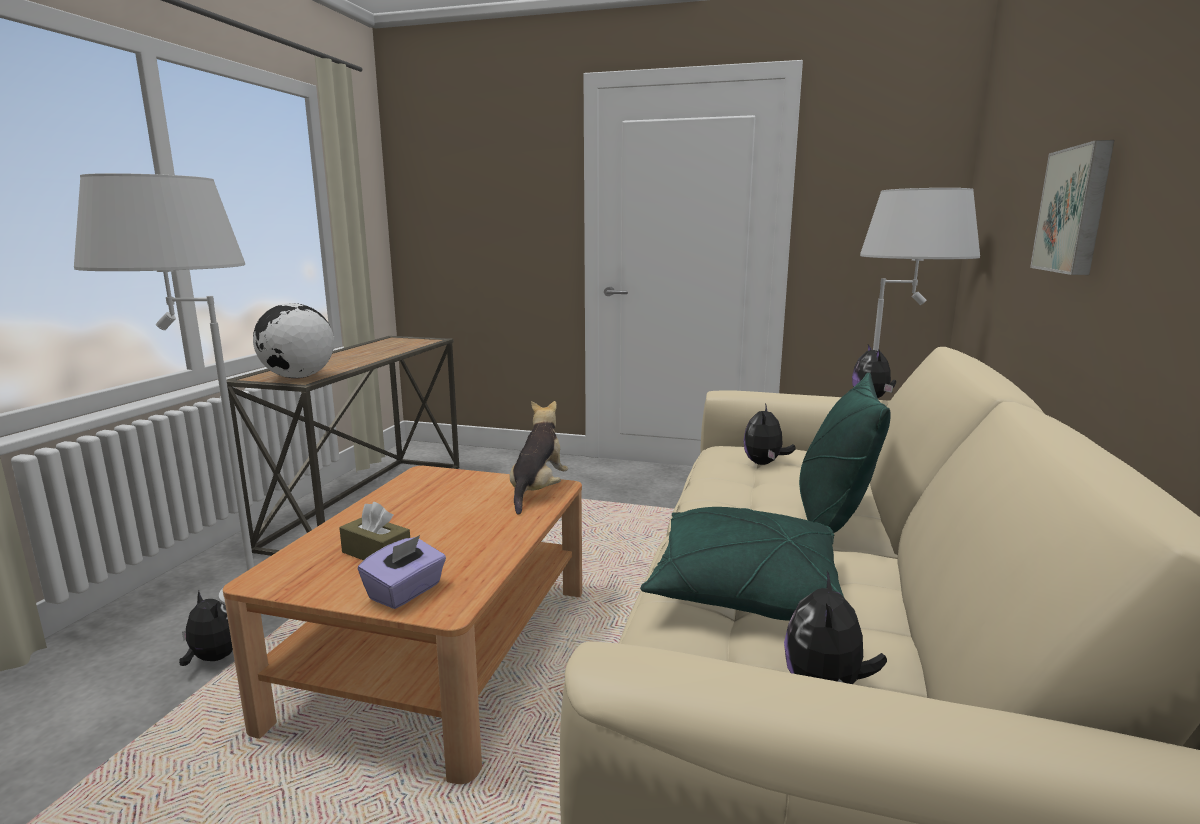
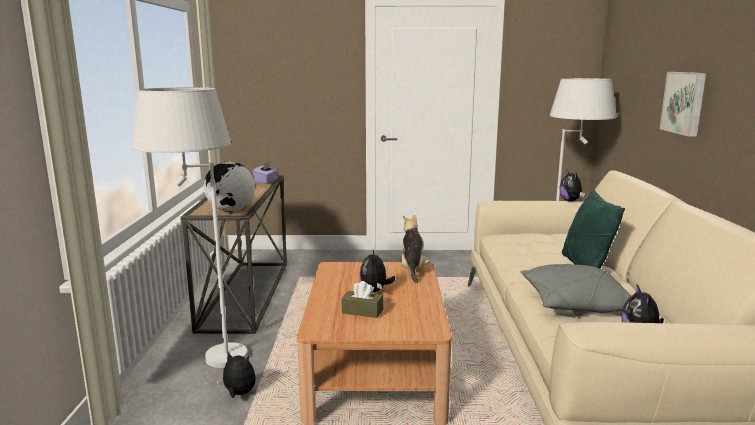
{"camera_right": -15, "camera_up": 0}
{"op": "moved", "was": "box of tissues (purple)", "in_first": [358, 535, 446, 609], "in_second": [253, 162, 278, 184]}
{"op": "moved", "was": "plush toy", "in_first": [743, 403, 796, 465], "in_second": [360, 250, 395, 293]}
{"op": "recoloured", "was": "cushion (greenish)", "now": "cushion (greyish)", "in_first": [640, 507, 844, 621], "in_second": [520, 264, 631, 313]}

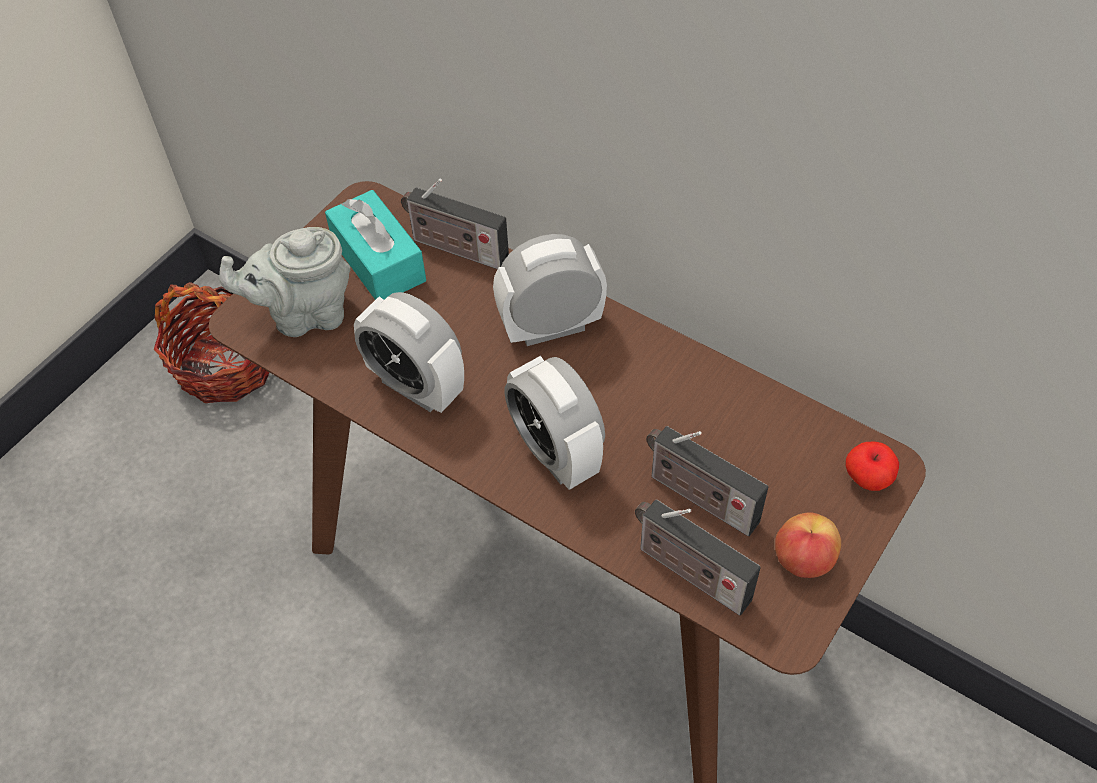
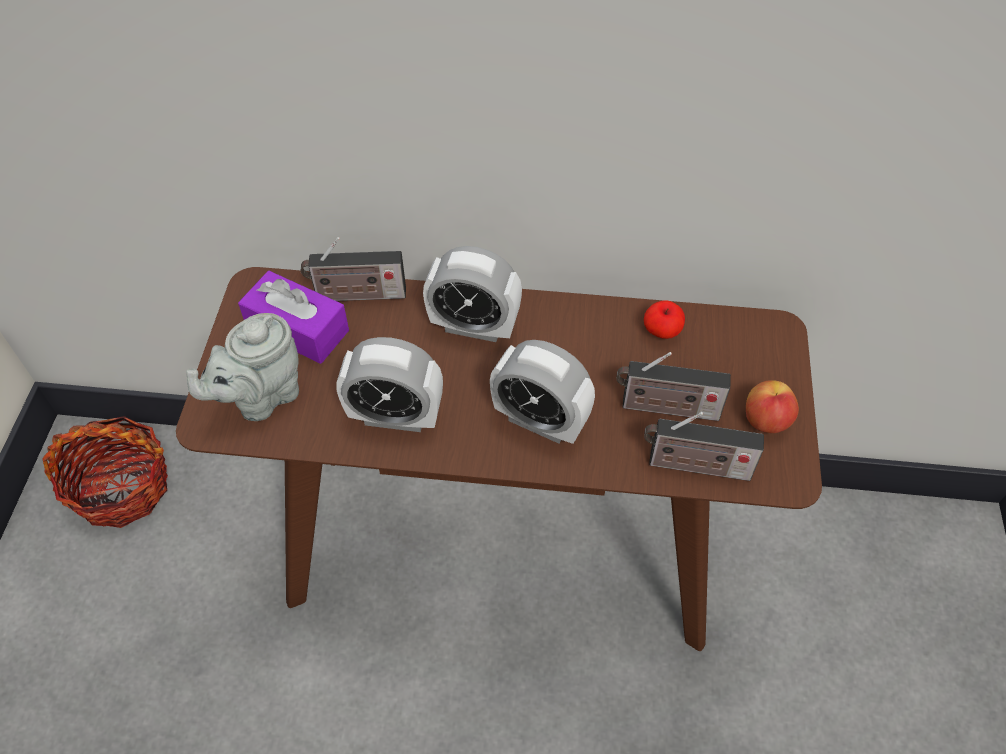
{"camera_right": -30, "camera_up": 0}
{"op": "recoloured", "was": "box of tissues (turquoise)", "now": "box of tissues (purple)", "in_first": [325, 190, 426, 300], "in_second": [238, 271, 349, 364]}
{"op": "turned", "was": "alarm clock", "in_first": [493, 234, 607, 346], "in_second": [423, 246, 522, 342], "clockwise": -120}
{"op": "moved", "was": "apple fruit", "in_first": [846, 441, 899, 491], "in_second": [644, 300, 685, 339]}

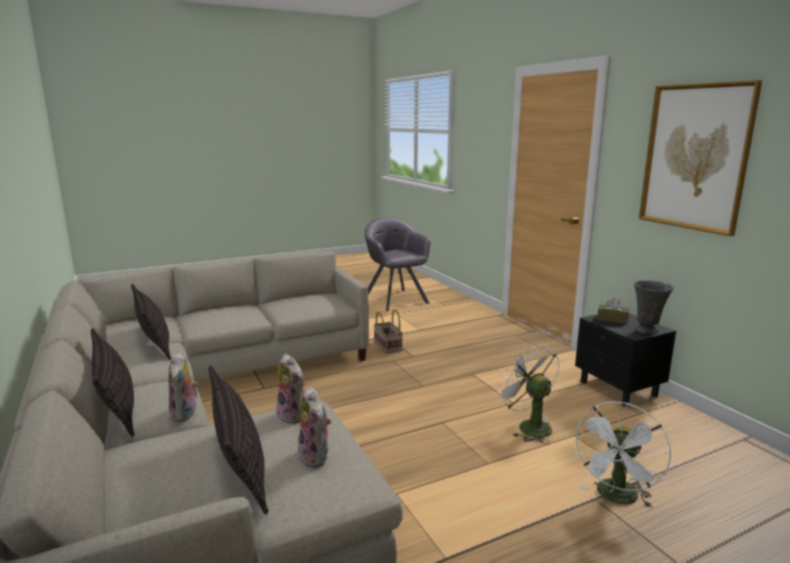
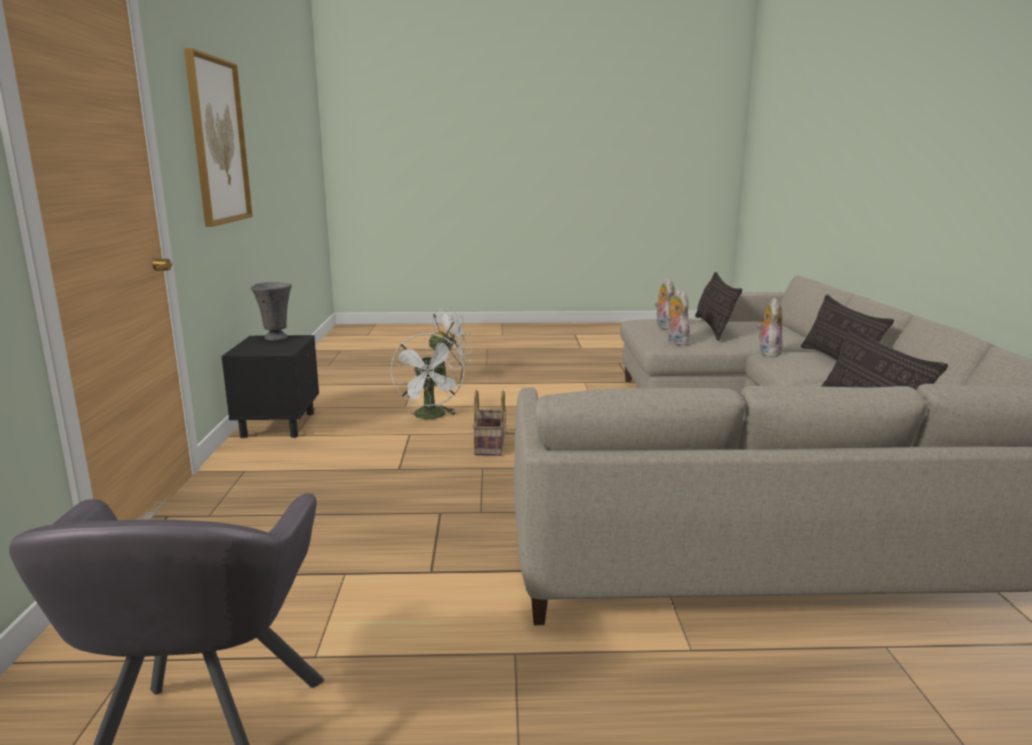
{"camera_right": -155, "camera_up": 0}
{"op": "moved", "was": "basket", "in_first": [374, 309, 403, 354], "in_second": [473, 390, 505, 456]}
{"op": "removed", "was": "box of tissues (brownish)", "in_first": [597, 297, 629, 324]}

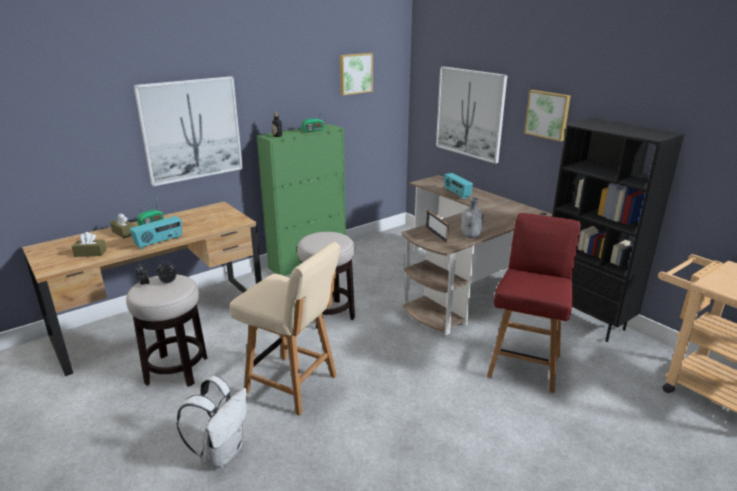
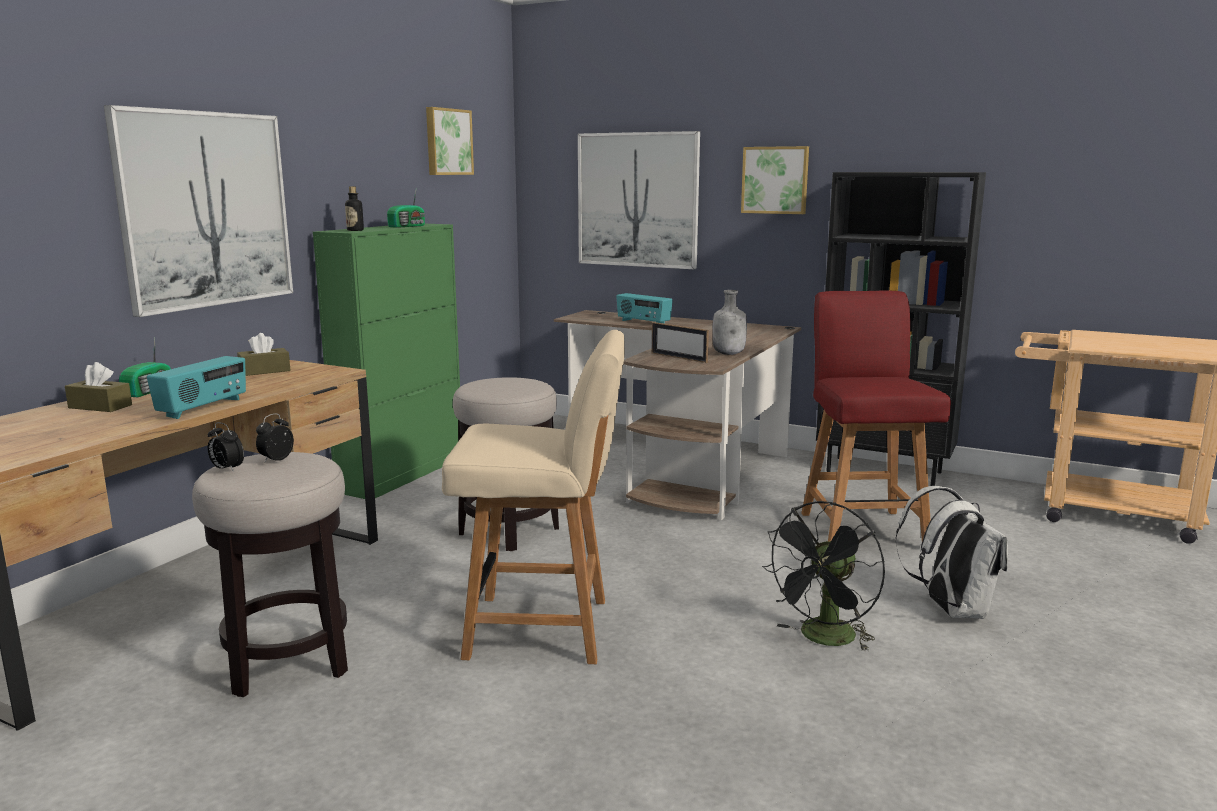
{"camera_right": -25, "camera_up": -10}
{"op": "moved", "was": "box of tissues (brownish)", "in_first": [72, 232, 107, 257], "in_second": [237, 333, 291, 376]}
{"op": "added", "now": "electric fan (black-coloured)", "in_second": [762, 501, 885, 652]}
{"op": "moved", "was": "rucksack (white)", "in_first": [176, 376, 247, 468], "in_second": [895, 486, 1008, 619]}

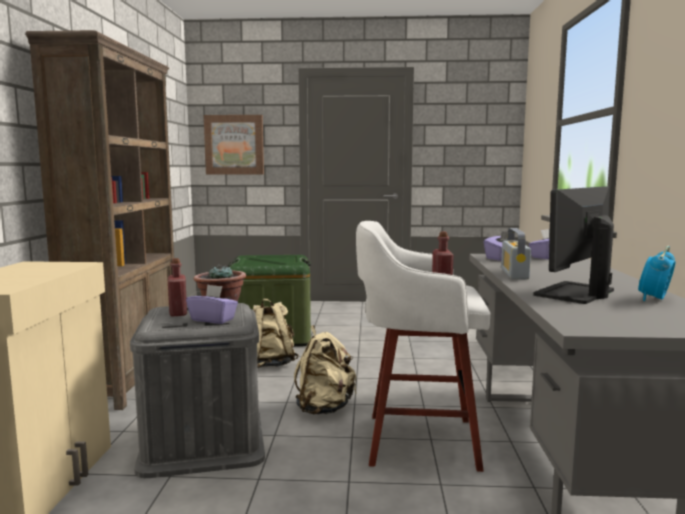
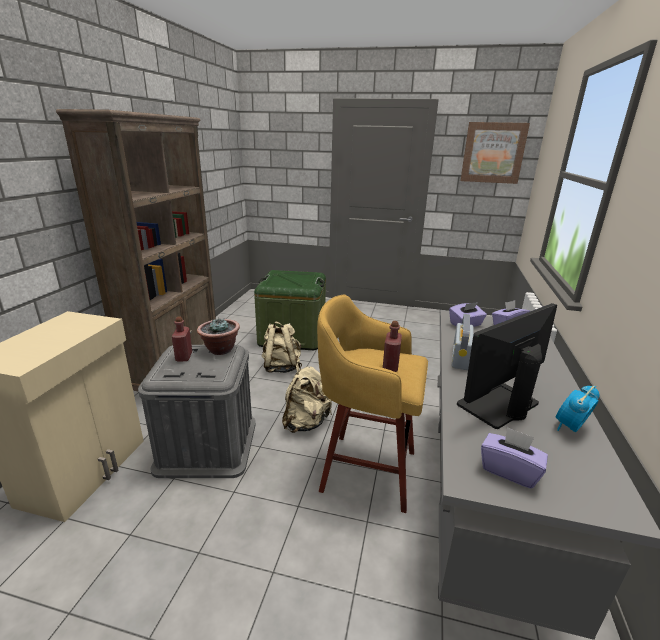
{"camera_right": 10, "camera_up": 15}
{"op": "recoloured", "was": "stool (white)", "now": "stool (yellowish)", "in_first": [356, 221, 490, 472], "in_second": [317, 295, 428, 513]}
{"op": "moved", "was": "wall art", "in_first": [204, 115, 264, 174], "in_second": [460, 122, 530, 184]}
{"op": "moved", "was": "box of tissues (purple)", "in_first": [186, 284, 238, 324], "in_second": [481, 427, 548, 489]}

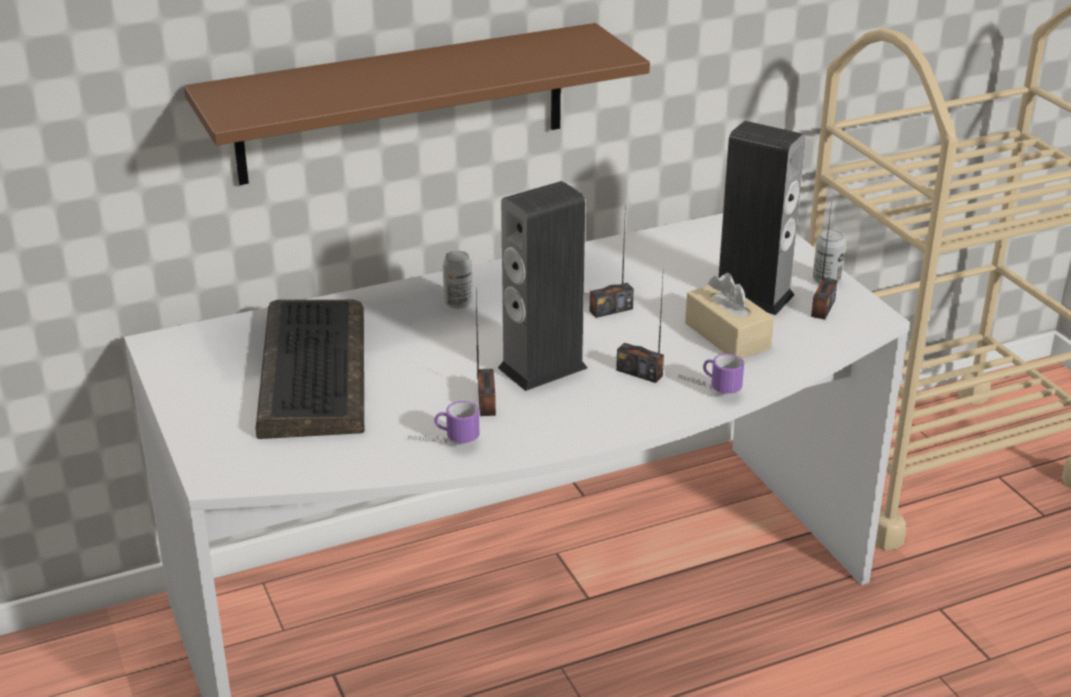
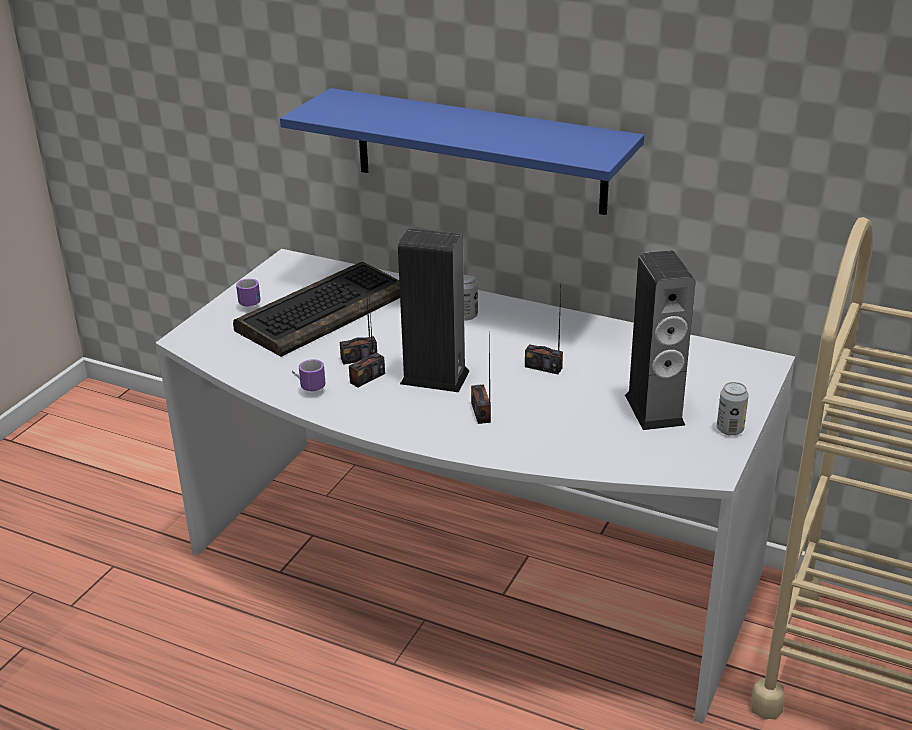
{"camera_right": 50, "camera_up": 0}
{"op": "moved", "was": "mug", "in_first": [678, 354, 744, 394], "in_second": [236, 279, 261, 307]}
{"op": "recoloured", "was": "wall shelf (brownish)", "now": "wall shelf (blue-coloured)", "in_first": [184, 23, 650, 185], "in_second": [280, 88, 644, 215]}
{"op": "moved", "was": "radio set", "in_first": [811, 201, 838, 320], "in_second": [340, 271, 377, 365]}
{"op": "removed", "was": "box of tissues (sand-coloured)", "in_first": [685, 273, 774, 359]}

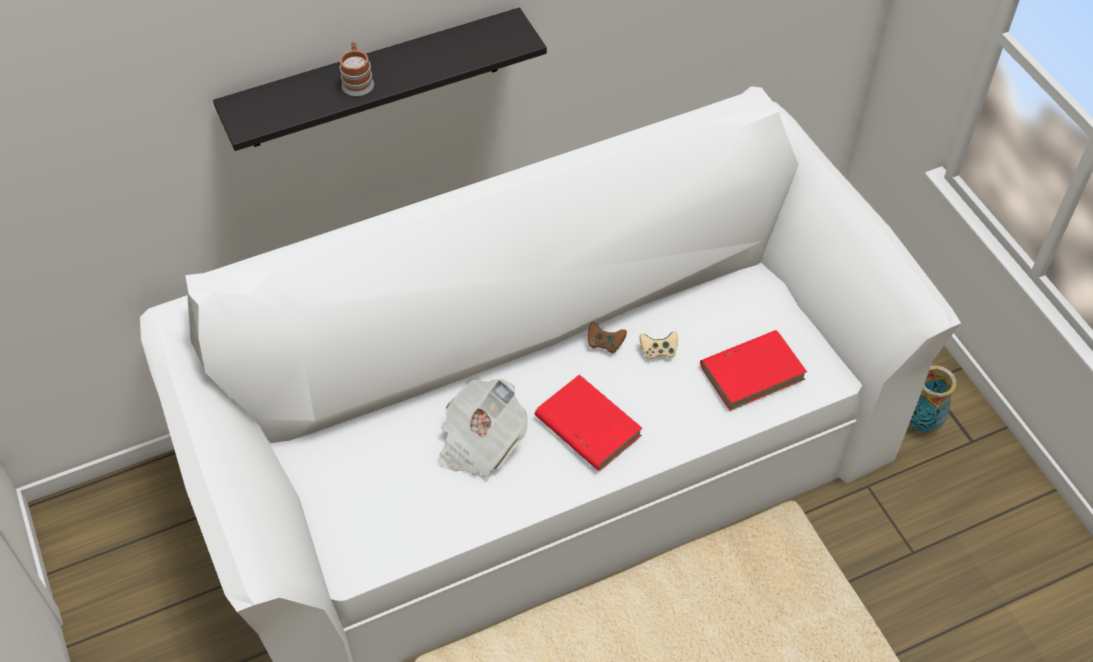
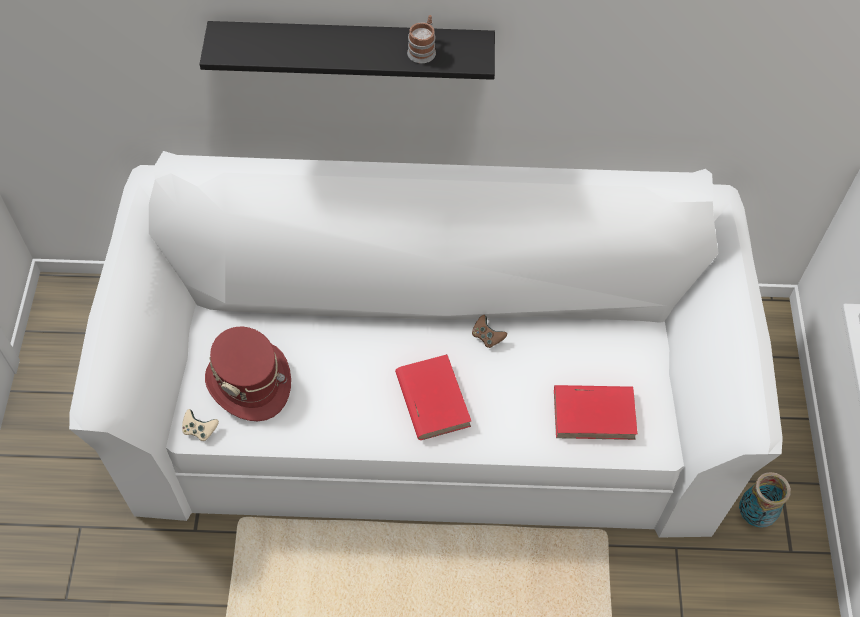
{"camera_right": 25, "camera_up": 5}
{"op": "moved", "was": "joypad (sand-coloured)", "in_first": [639, 331, 678, 359], "in_second": [182, 409, 219, 441]}
{"op": "added", "now": "wearable hat (red)", "in_second": [205, 327, 291, 421]}
{"op": "moved", "was": "mug", "in_first": [340, 41, 374, 96], "in_second": [407, 15, 436, 63]}
{"op": "removed", "was": "daily paper", "in_first": [438, 379, 528, 478]}

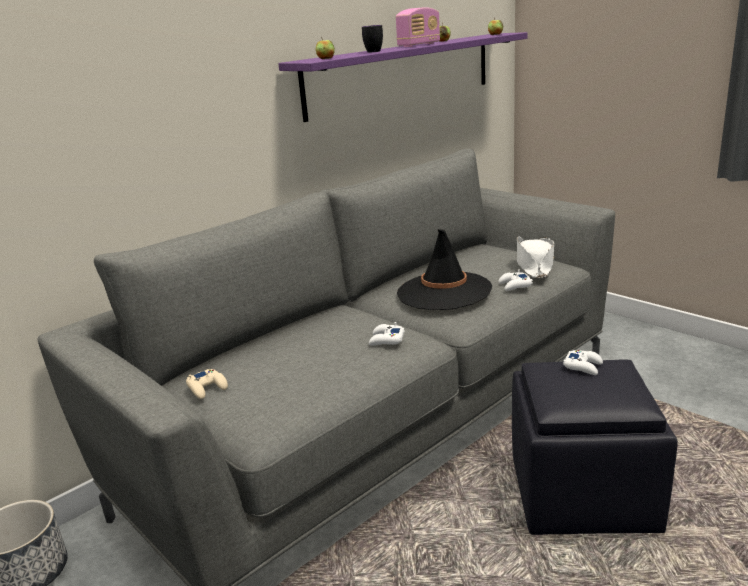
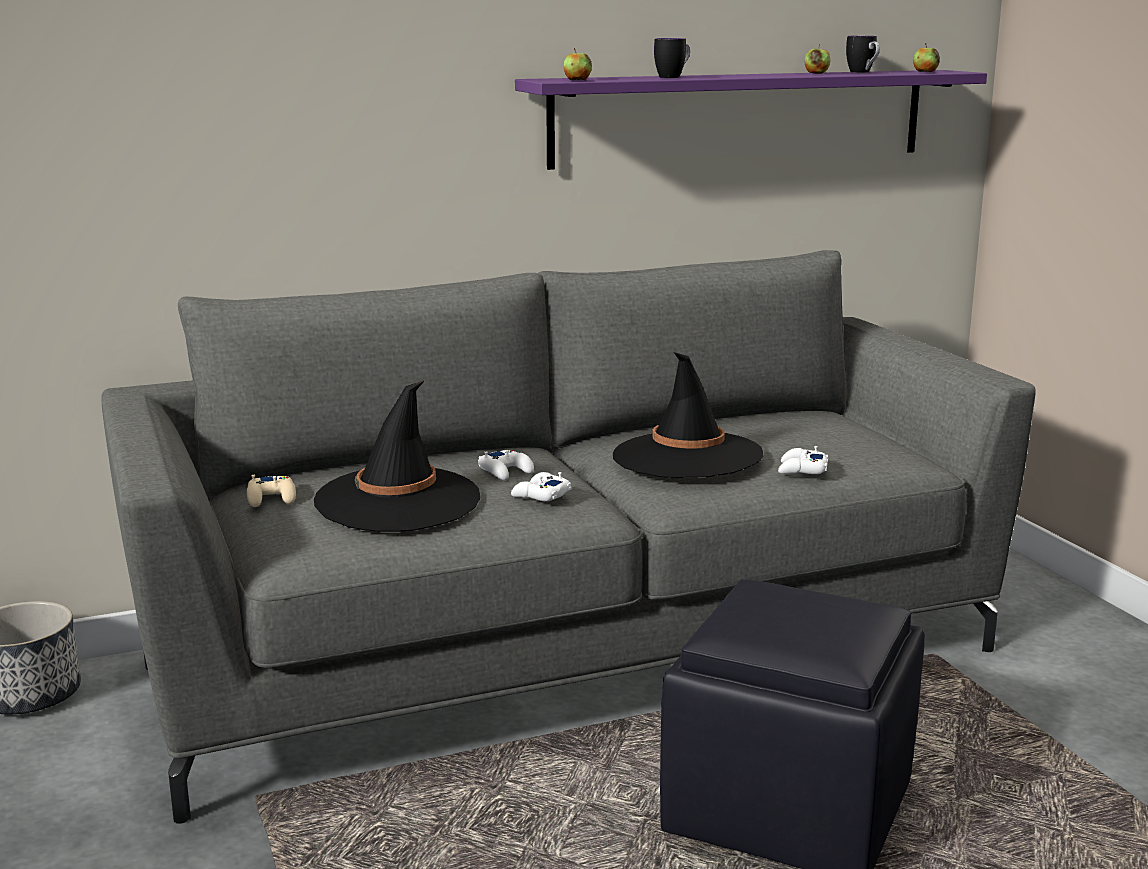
{"camera_right": 20, "camera_up": -5}
{"op": "added", "now": "wearable hat (black-coloured)", "in_second": [314, 381, 480, 532]}
{"op": "moved", "was": "joypad (white)", "in_first": [563, 350, 603, 375], "in_second": [478, 450, 534, 480]}
{"op": "added", "now": "mug", "in_second": [846, 36, 880, 73]}
{"op": "removed", "was": "radio set", "in_first": [396, 7, 440, 47]}
{"op": "removed", "was": "wearable hat (white)", "in_first": [517, 237, 554, 278]}

